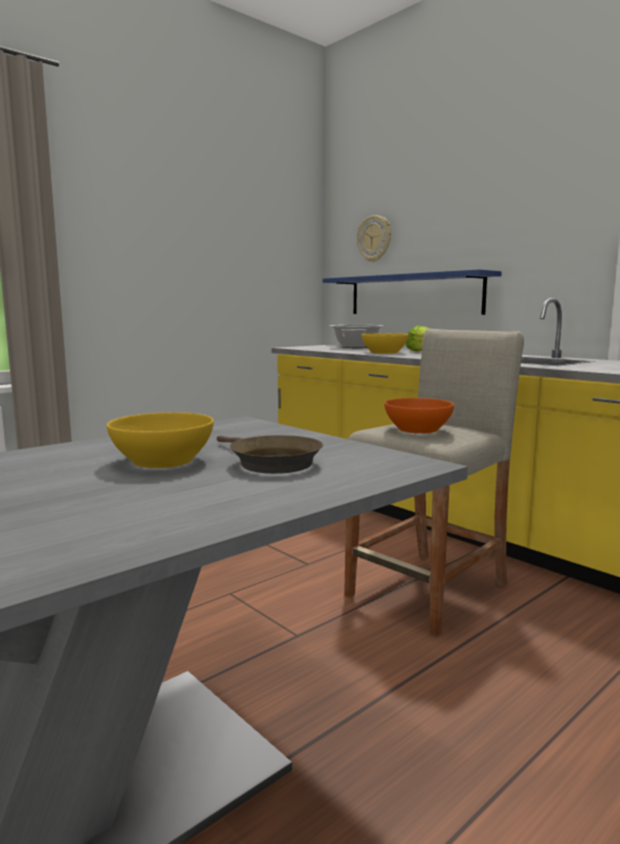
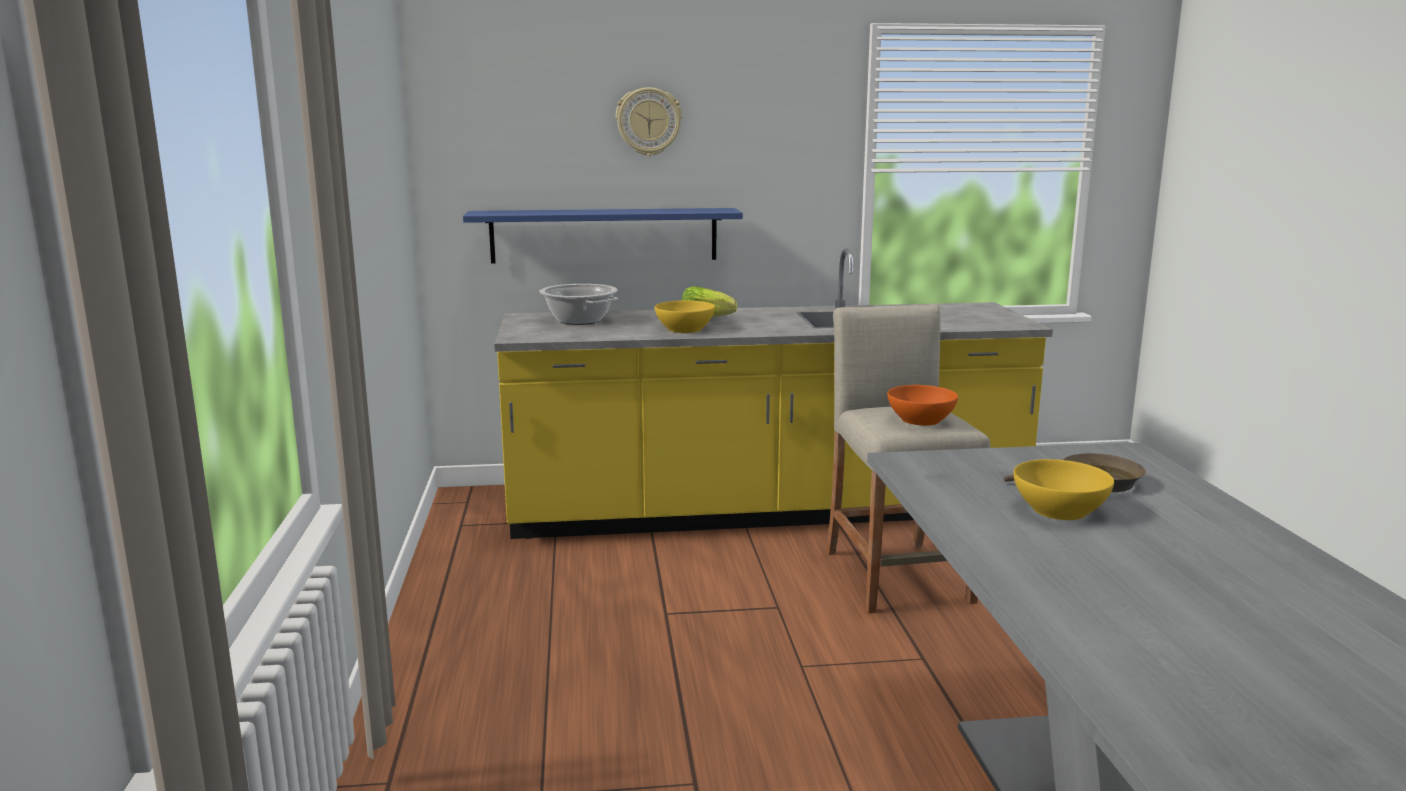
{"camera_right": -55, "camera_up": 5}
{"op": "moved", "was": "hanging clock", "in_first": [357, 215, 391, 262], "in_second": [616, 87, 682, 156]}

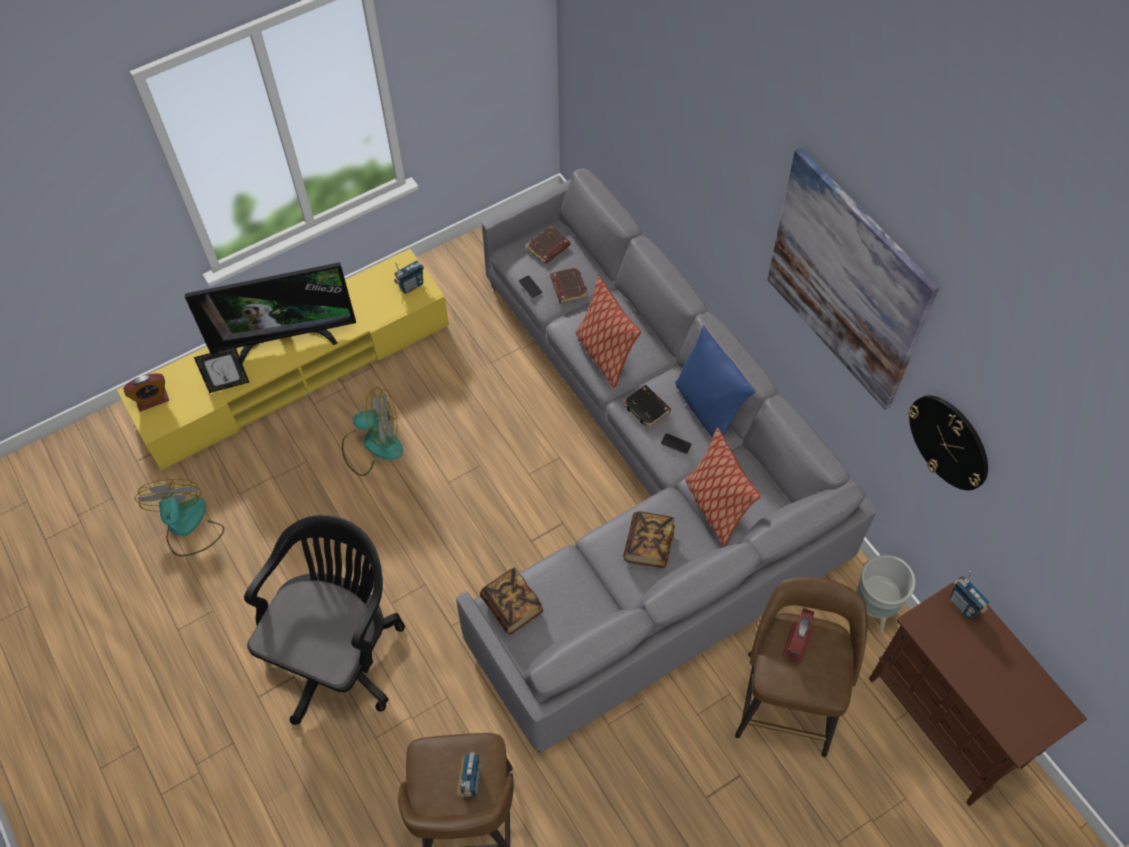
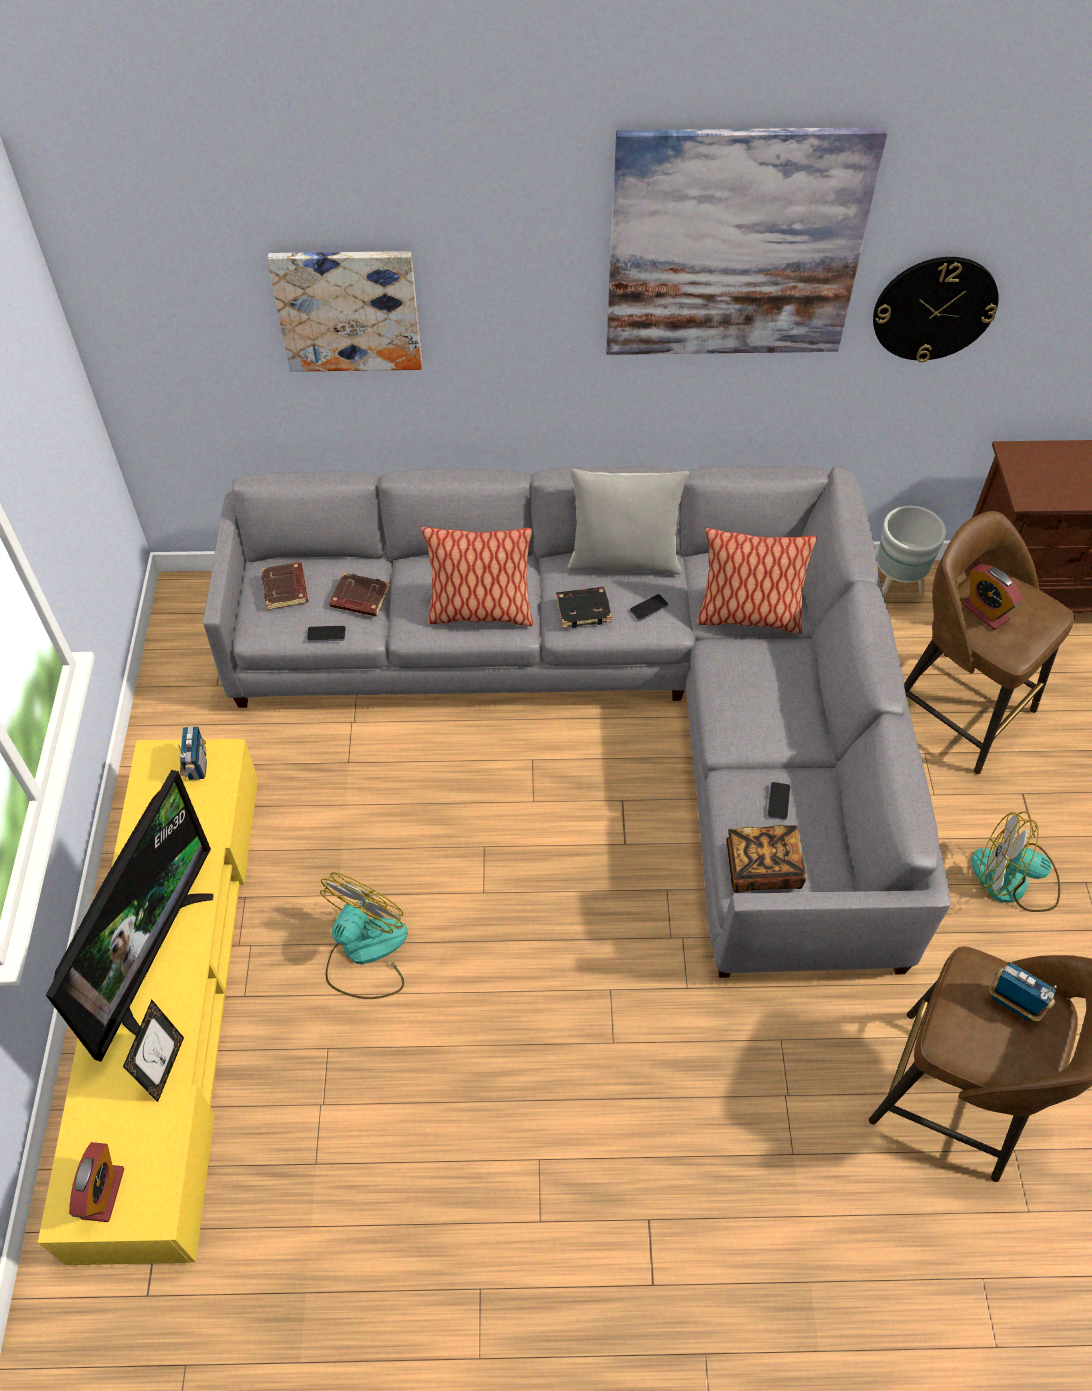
{"camera_right": -60, "camera_up": -5}
{"op": "added", "now": "wall art", "in_second": [267, 251, 422, 372]}
{"op": "recoloured", "was": "cushion (blue-coloured)", "now": "cushion (greyish)", "in_first": [675, 325, 755, 438], "in_second": [568, 469, 689, 574]}
{"op": "added", "now": "telephone", "in_second": [767, 782, 790, 820]}
{"op": "moved", "was": "electric fan", "in_first": [135, 479, 224, 557], "in_second": [971, 811, 1060, 912]}
{"op": "removed", "was": "computer chair (black-coloured)", "in_first": [244, 515, 405, 725]}
{"op": "removed", "was": "bound book", "in_first": [623, 511, 675, 568]}
{"op": "removed", "was": "radio set", "in_first": [949, 571, 990, 620]}

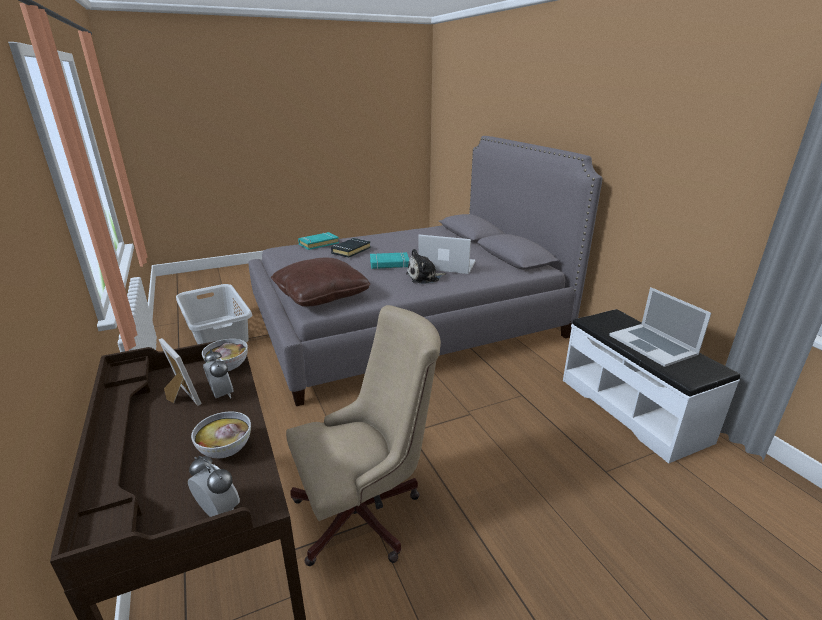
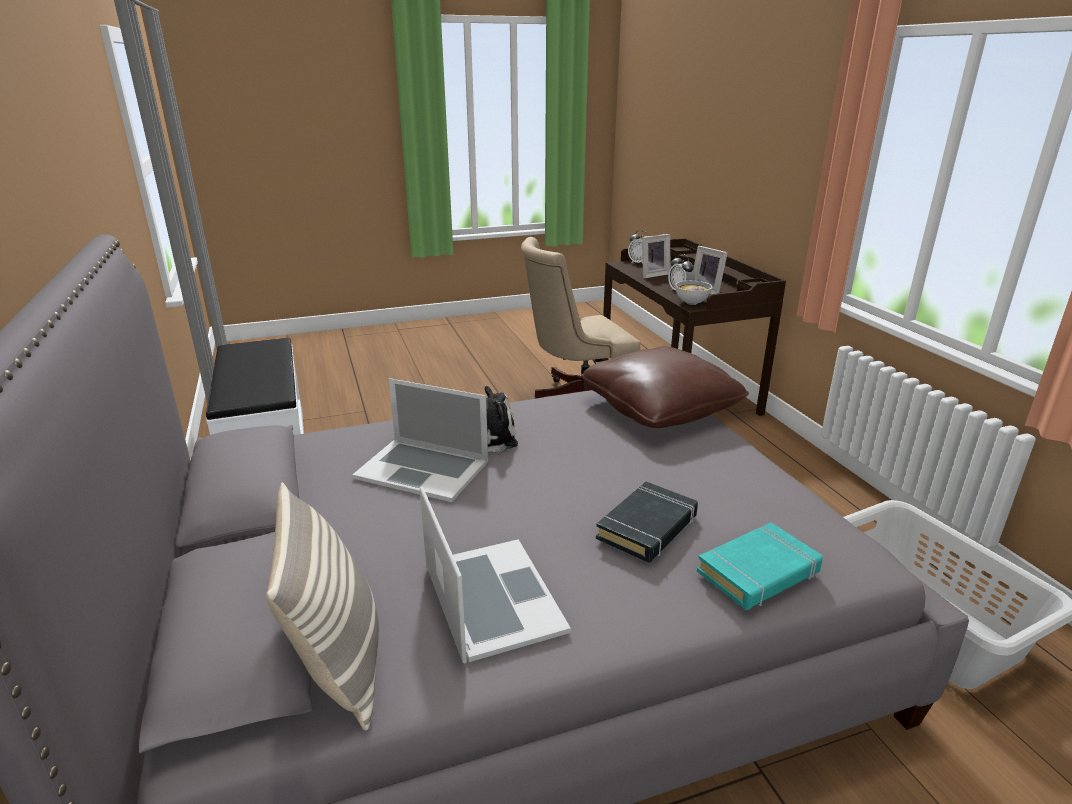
{"camera_right": -175, "camera_up": 0}
{"op": "added", "now": "cushion", "in_second": [266, 482, 379, 731]}
{"op": "moved", "was": "portable computer", "in_first": [609, 287, 711, 367], "in_second": [420, 486, 571, 663]}
{"op": "replaced", "was": "serving bowl", "now": "picture frame", "in_first": [191, 412, 251, 458], "in_second": [642, 234, 670, 278]}
{"op": "removed", "was": "bound book (turquoise)", "in_first": [370, 252, 409, 269]}

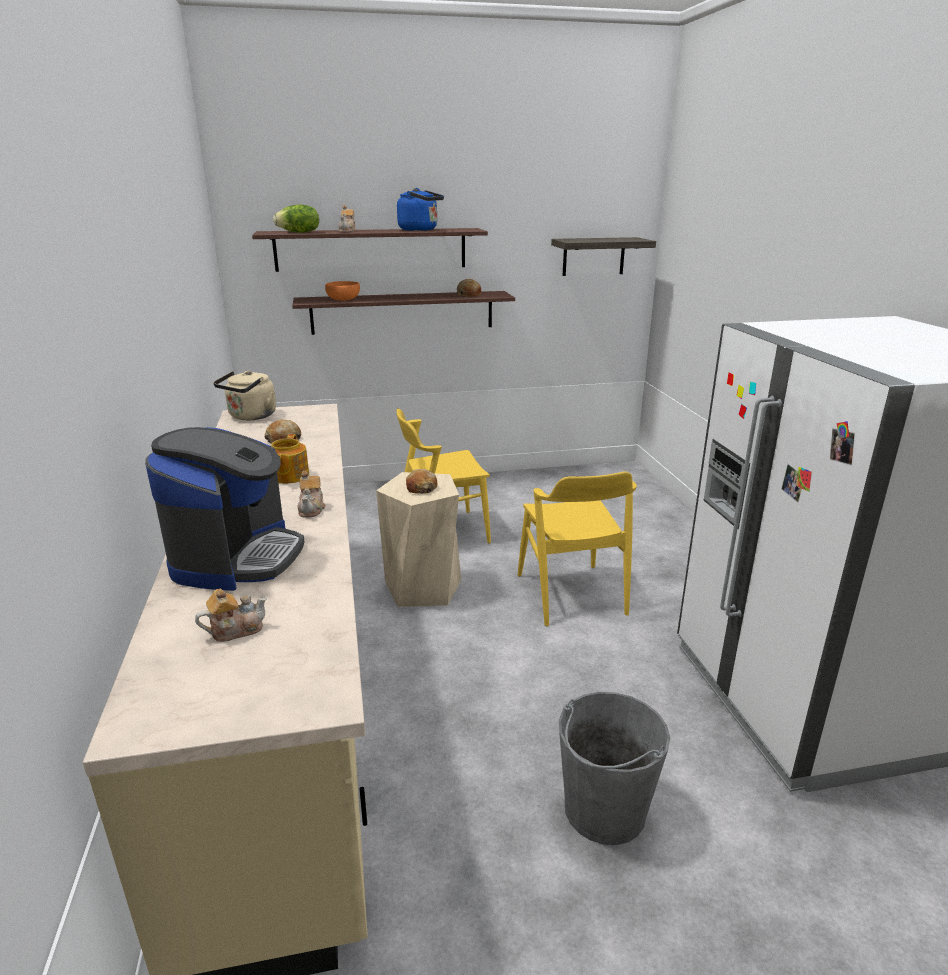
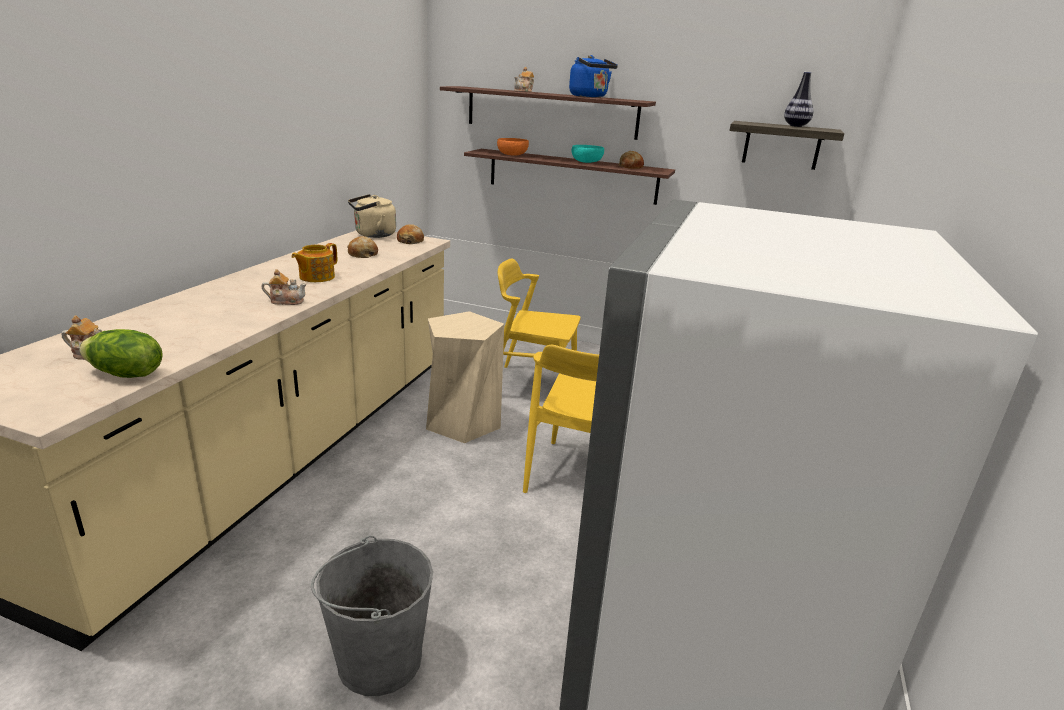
{"camera_right": 30, "camera_up": 0}
{"op": "moved", "was": "lettuce", "in_first": [273, 205, 319, 233], "in_second": [79, 329, 163, 378]}
{"op": "turned", "was": "teapot", "in_first": [298, 470, 326, 518], "in_second": [262, 269, 307, 305], "clockwise": -120}
{"op": "moved", "was": "bakery bread", "in_first": [406, 469, 437, 494], "in_second": [397, 224, 424, 244]}
{"op": "added", "now": "serving bowl (turquoise)", "in_second": [572, 145, 604, 163]}
{"op": "added", "now": "decorative vase", "in_second": [784, 72, 813, 127]}
{"op": "removed", "was": "coffee maker", "in_first": [145, 427, 304, 591]}

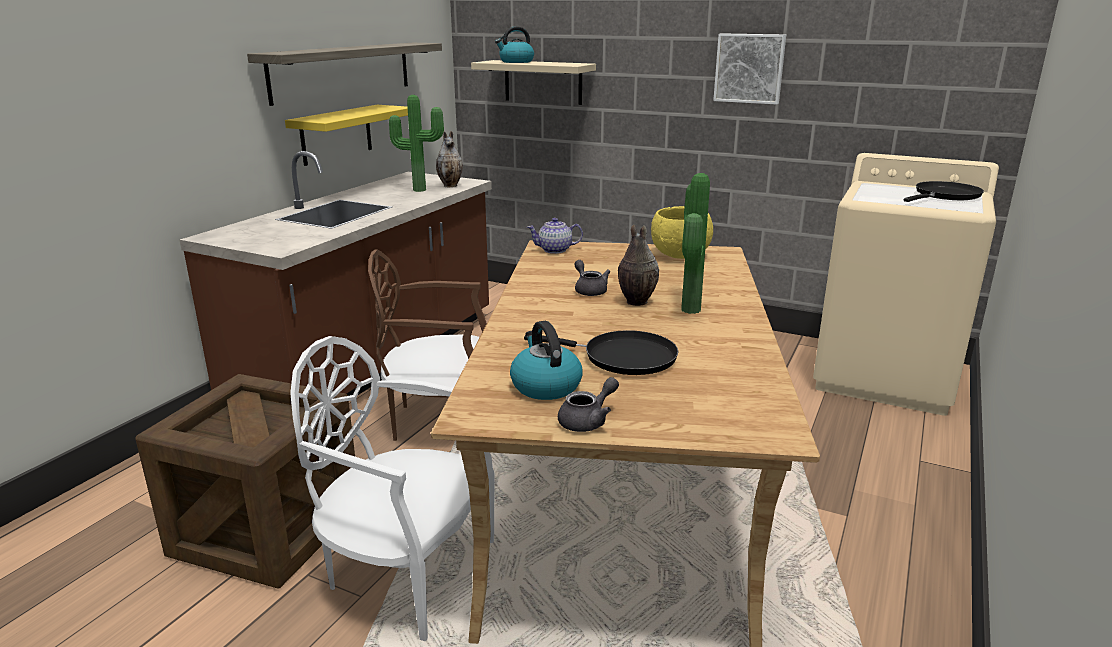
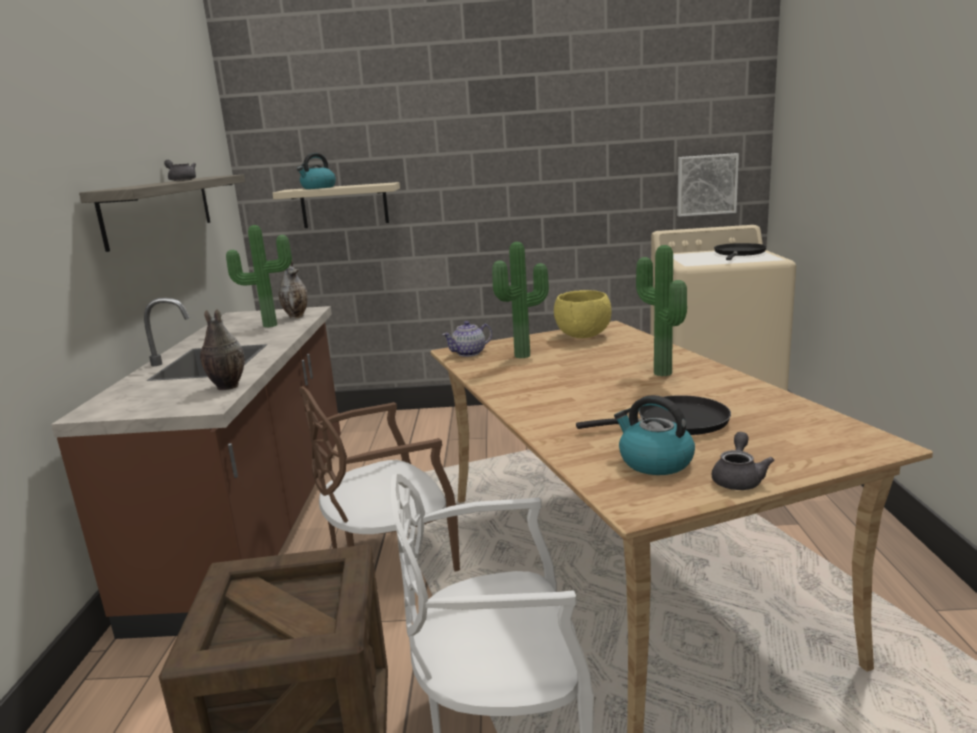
{"camera_right": -25, "camera_up": -5}
{"op": "moved", "was": "teapot (greyish)", "in_first": [574, 260, 610, 296], "in_second": [164, 160, 196, 181]}
{"op": "moved", "was": "decorative vase", "in_first": [618, 225, 659, 306], "in_second": [200, 309, 245, 390]}
{"op": "added", "now": "houseplant", "in_second": [492, 242, 549, 358]}
{"op": "moved", "was": "wall art", "in_first": [713, 33, 786, 104], "in_second": [677, 153, 739, 217]}
{"op": "removed", "was": "wall shelf (yellowish)", "in_first": [285, 105, 408, 166]}

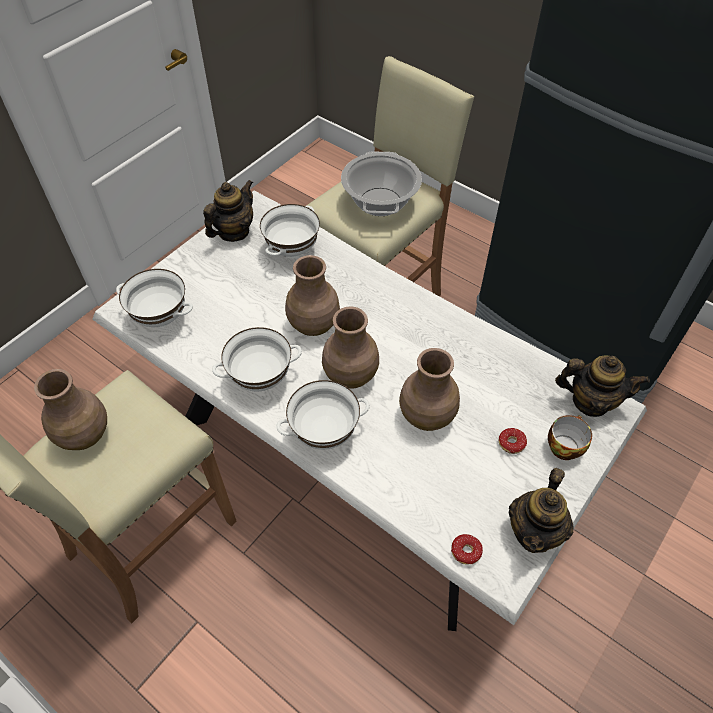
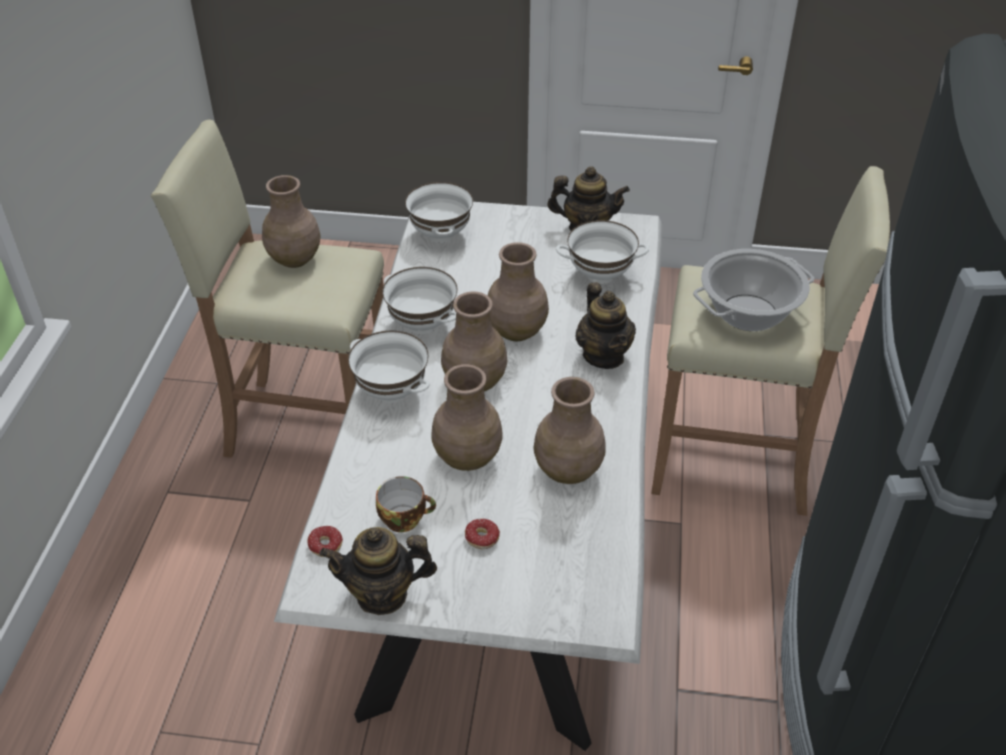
{"camera_right": 60, "camera_up": -10}
{"op": "moved", "was": "cup", "in_first": [548, 415, 592, 460], "in_second": [376, 476, 436, 532]}
{"op": "added", "now": "decorative vase (brownish)", "in_second": [534, 377, 606, 484]}
{"op": "moved", "was": "teapot", "in_first": [555, 356, 650, 417], "in_second": [575, 282, 636, 369]}

